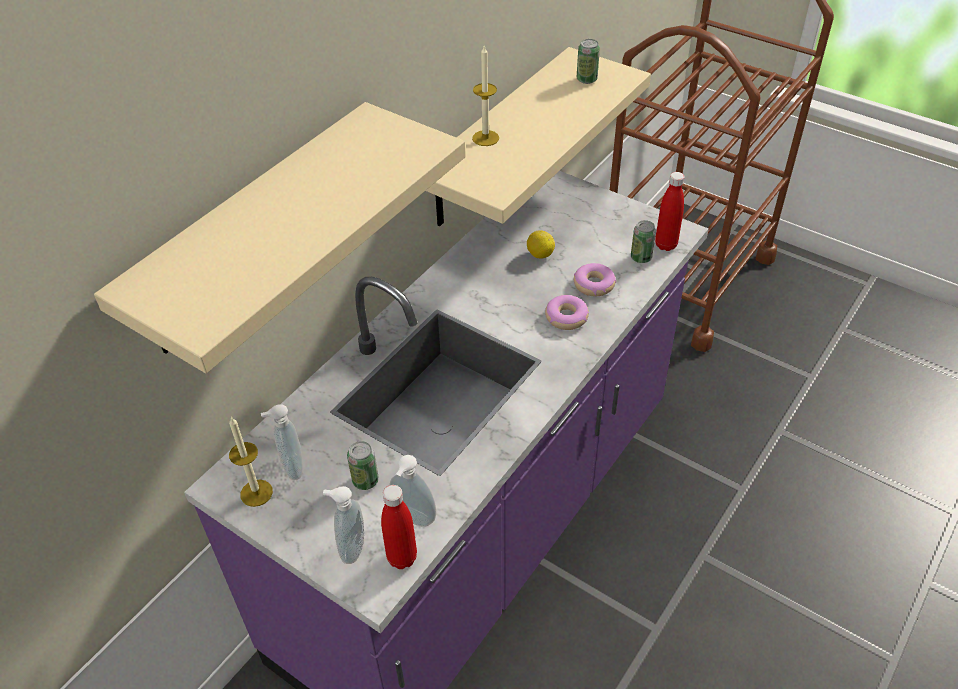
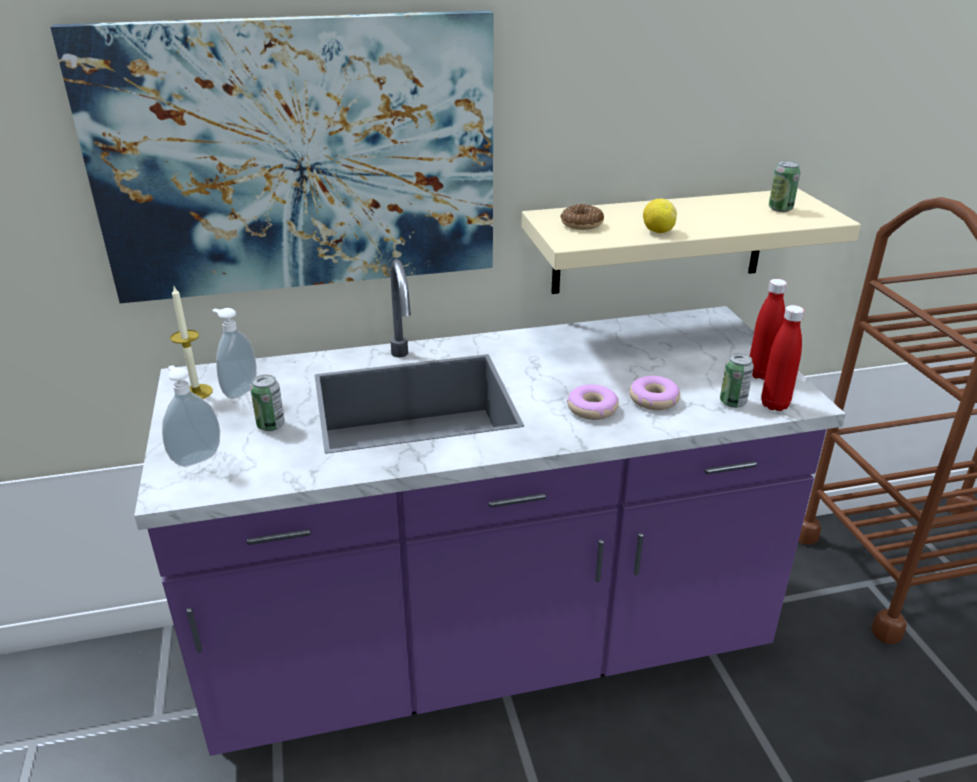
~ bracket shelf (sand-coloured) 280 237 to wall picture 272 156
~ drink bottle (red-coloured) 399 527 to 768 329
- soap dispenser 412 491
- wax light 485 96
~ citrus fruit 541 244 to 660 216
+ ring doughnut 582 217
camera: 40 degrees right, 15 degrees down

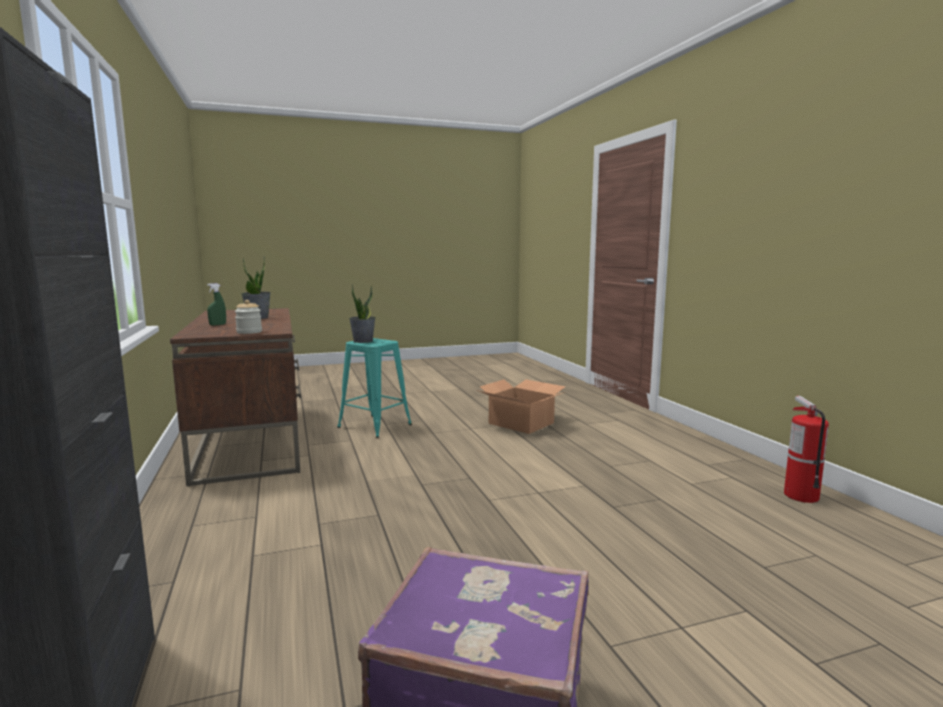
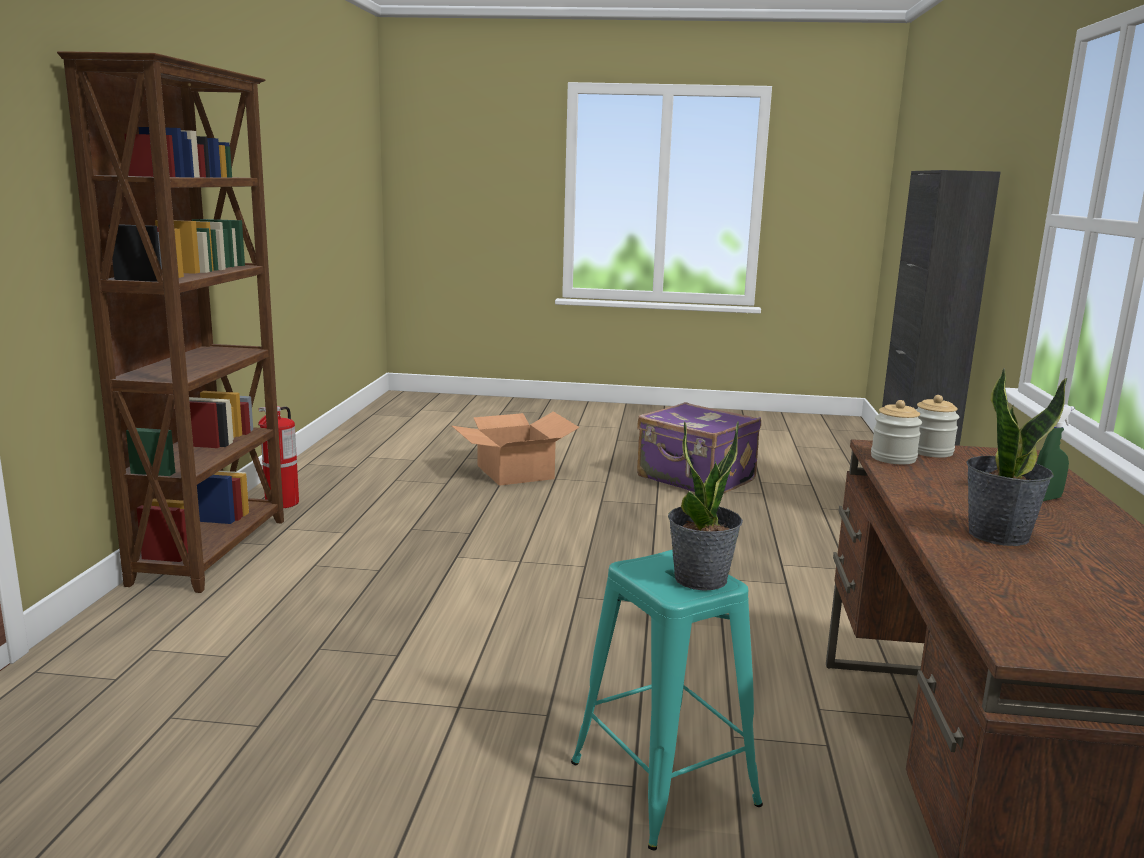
~ carton 521 406 to 516 448
+ bookshelf (brownish) 170 322
+ storage jar 896 432
camera: 155 degrees left, 5 degrees up

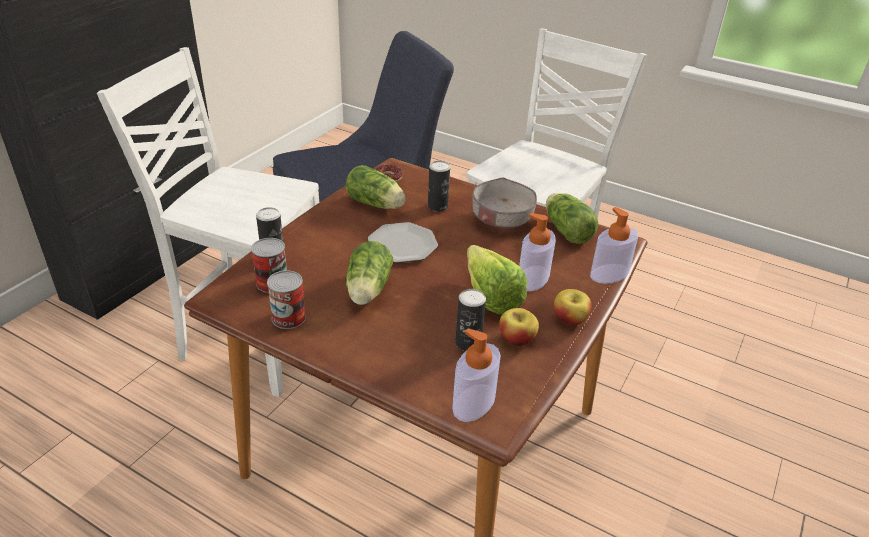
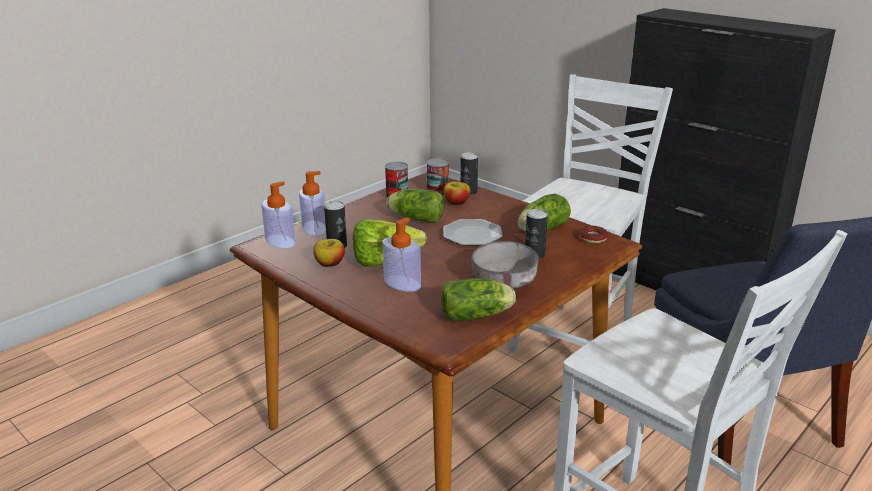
~ whole apple 572 307 to 457 193
~ soap dispenser 614 245 to 312 203
camera: 105 degrees right, 10 degrees down

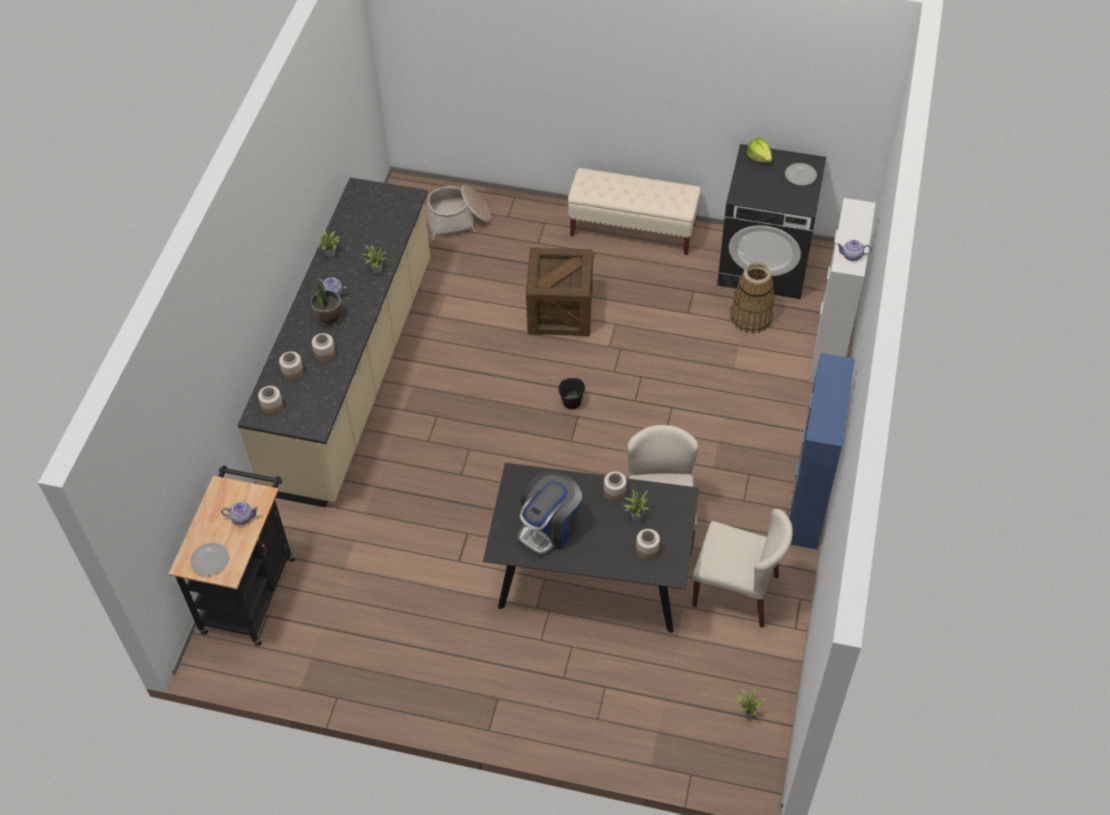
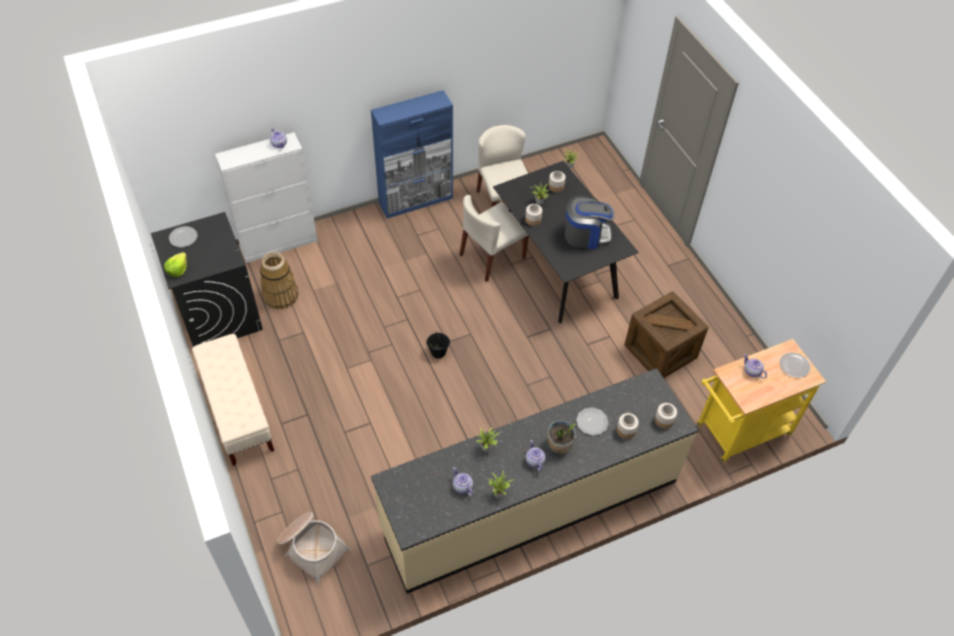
~ cart (black) 232 556 to cart (yellow-coloured) 761 401
~ storage jar 323 347 to dinner plate 592 421
~ crate 559 291 to 666 334
+ teapot 463 481
camera: 130 degrees left, 0 degrees up

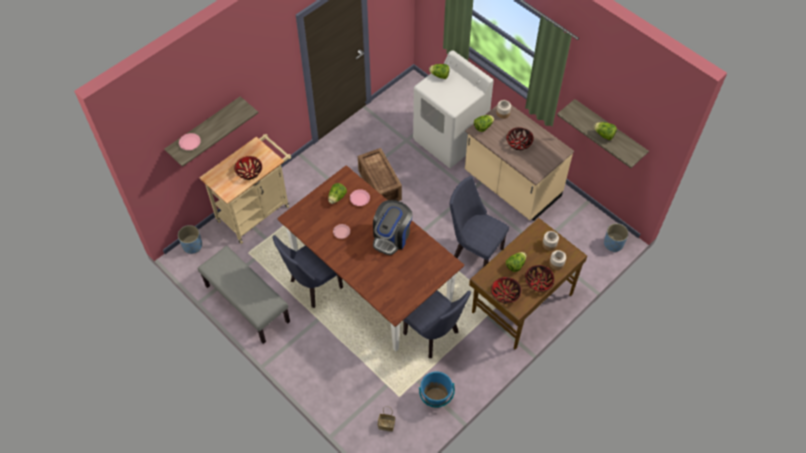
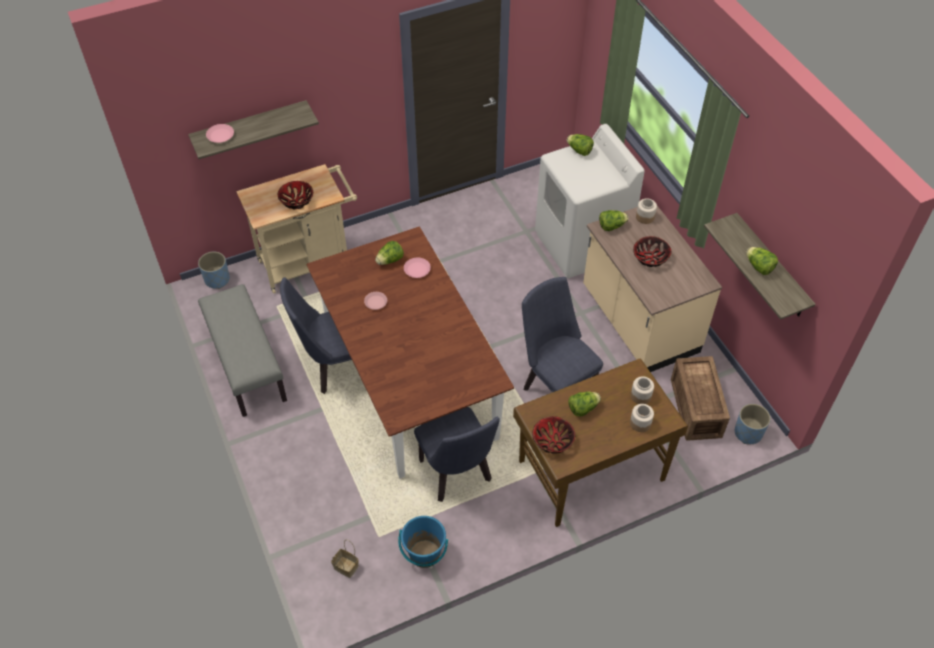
~ crate 380 174 to 700 398
- coffee machine 393 227
- serving bowl 539 278
camera: 20 degrees right, 5 degrees down

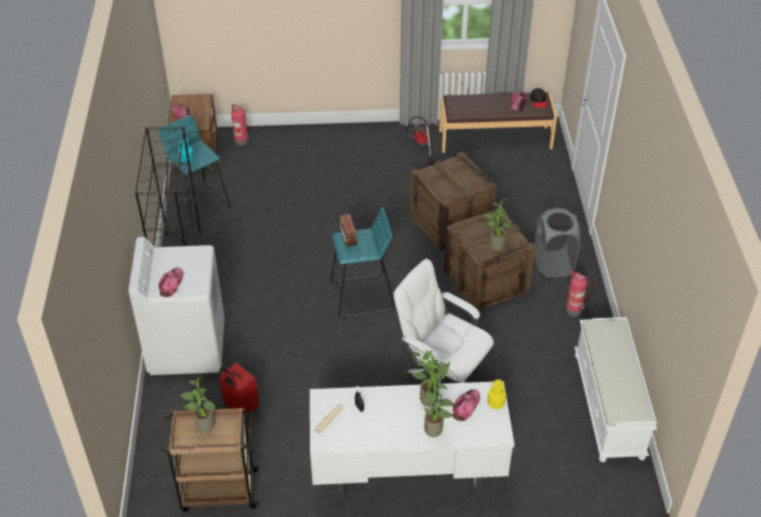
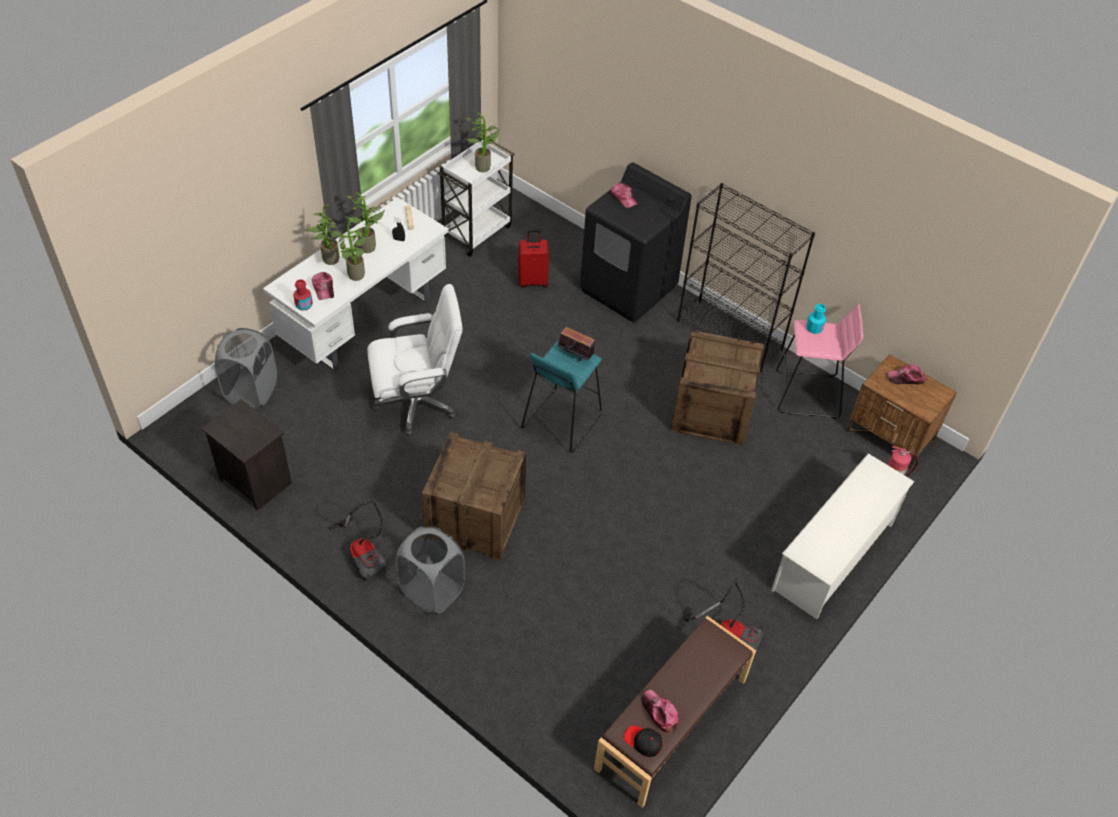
~ laundry appliance (whitish) 176 306 to laundry appliance (black) 636 242
~ stool seat (blue-green) 194 171 to stool seat (pinkish) 819 361
~ cart (brownish) 210 460 to cart (whitish) 476 198
~ crate 453 202 to 717 388
~ potted plant 497 224 to 365 222
~ drink bottle (yellow-coloured) 496 394 to drink bottle (red-coloured) 303 294
~ extinguisher 579 293 to vacuum cleaner 357 541
~ long seat (whitish) 615 389 to night table (black) 246 455
+ laundry basket (gray) 246 368
+ shoe stand (whitish) 842 536
camera: 130 degrees right, 5 degrees up

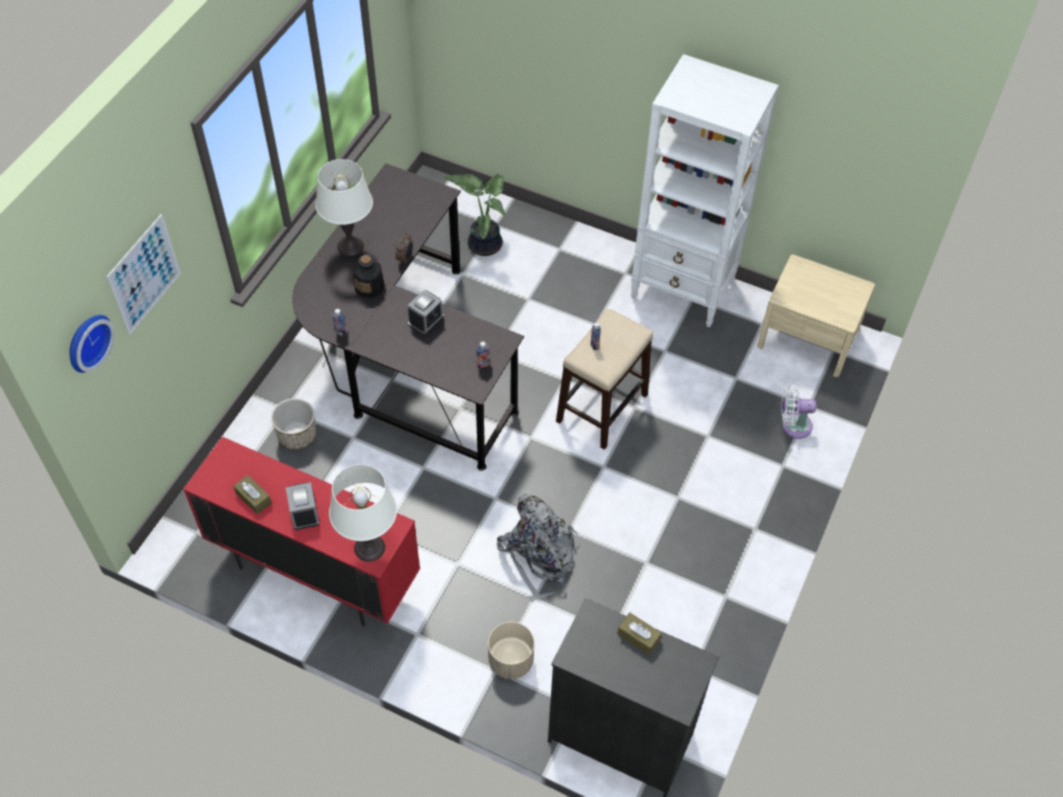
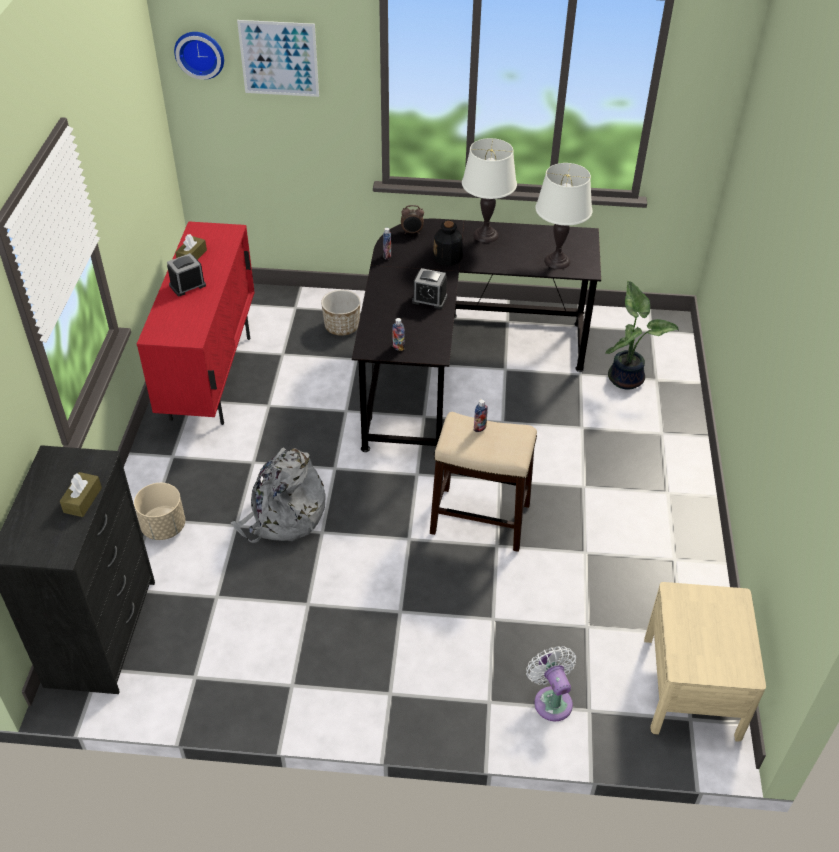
~ lamp for a table (whitish) 363 513 to 563 216
~ table clock 404 248 to 412 219
- bookshelf (whitish) 705 190
camera: 70 degrees right, 10 degrees down

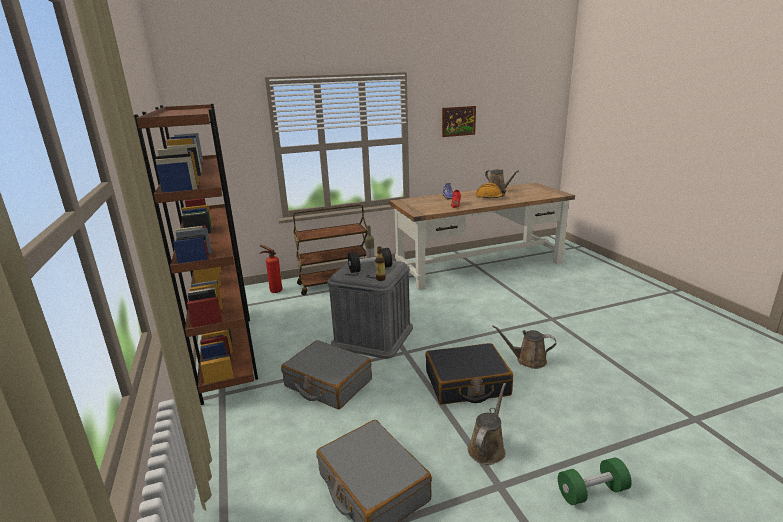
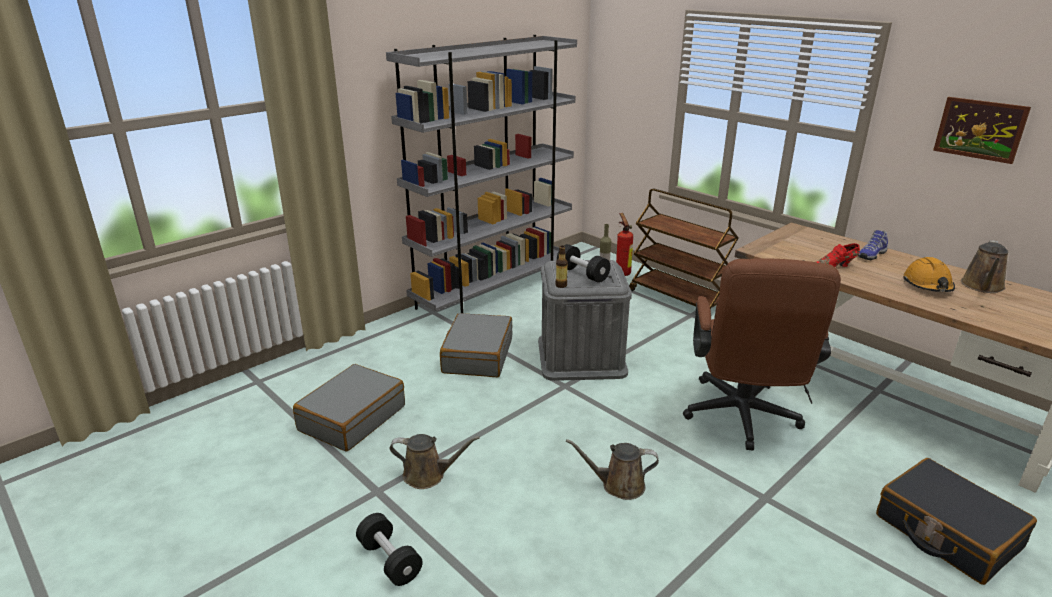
~ bookshelf (brownish) 196 254 to bookshelf (gray) 481 174
~ suitcase (black) 469 374 to 956 521
~ sprinkling can (brownish) 524 347 = 612 469 75 degrees counterclockwise
~ dumbbell (green) 595 481 to dumbbell (black) 389 549
+ computer chair (brownish) 762 354
camera: 65 degrees right, 5 degrees up

